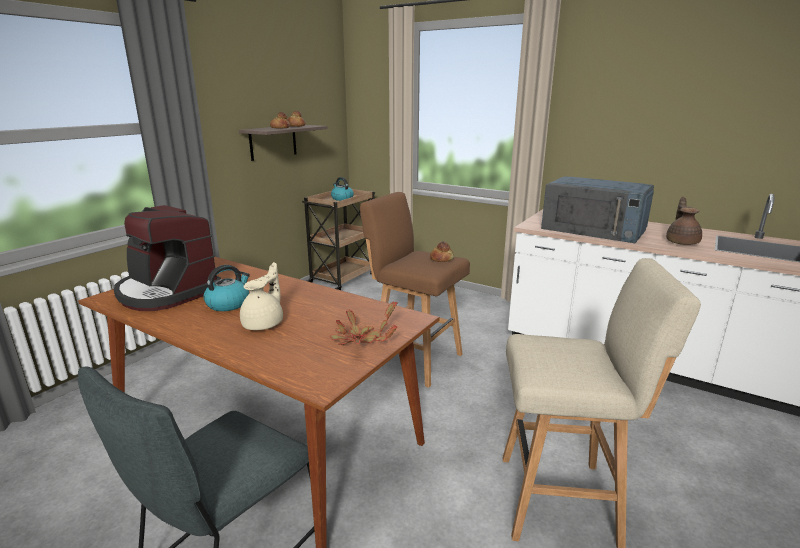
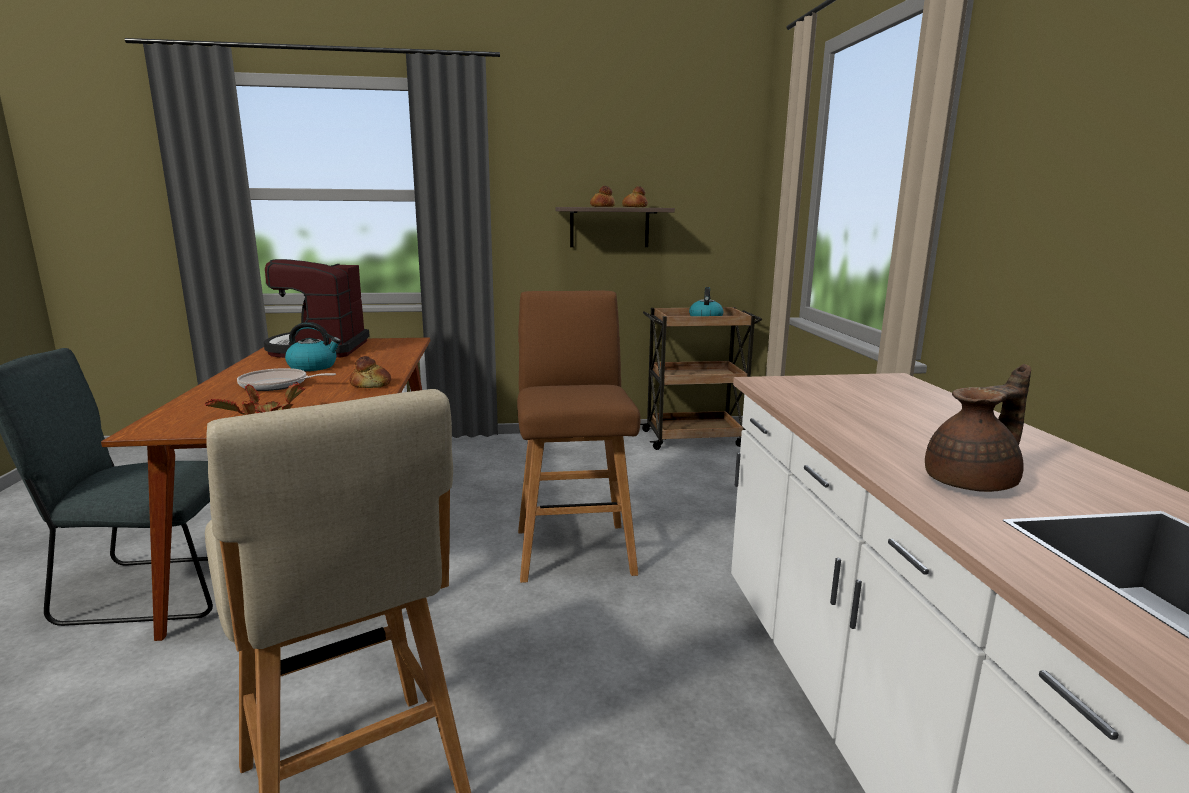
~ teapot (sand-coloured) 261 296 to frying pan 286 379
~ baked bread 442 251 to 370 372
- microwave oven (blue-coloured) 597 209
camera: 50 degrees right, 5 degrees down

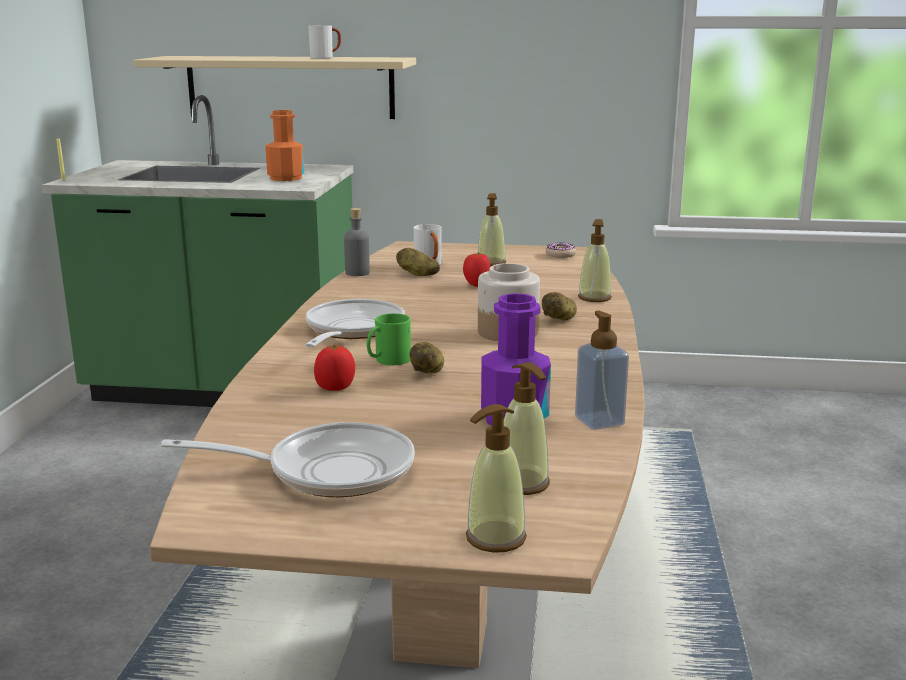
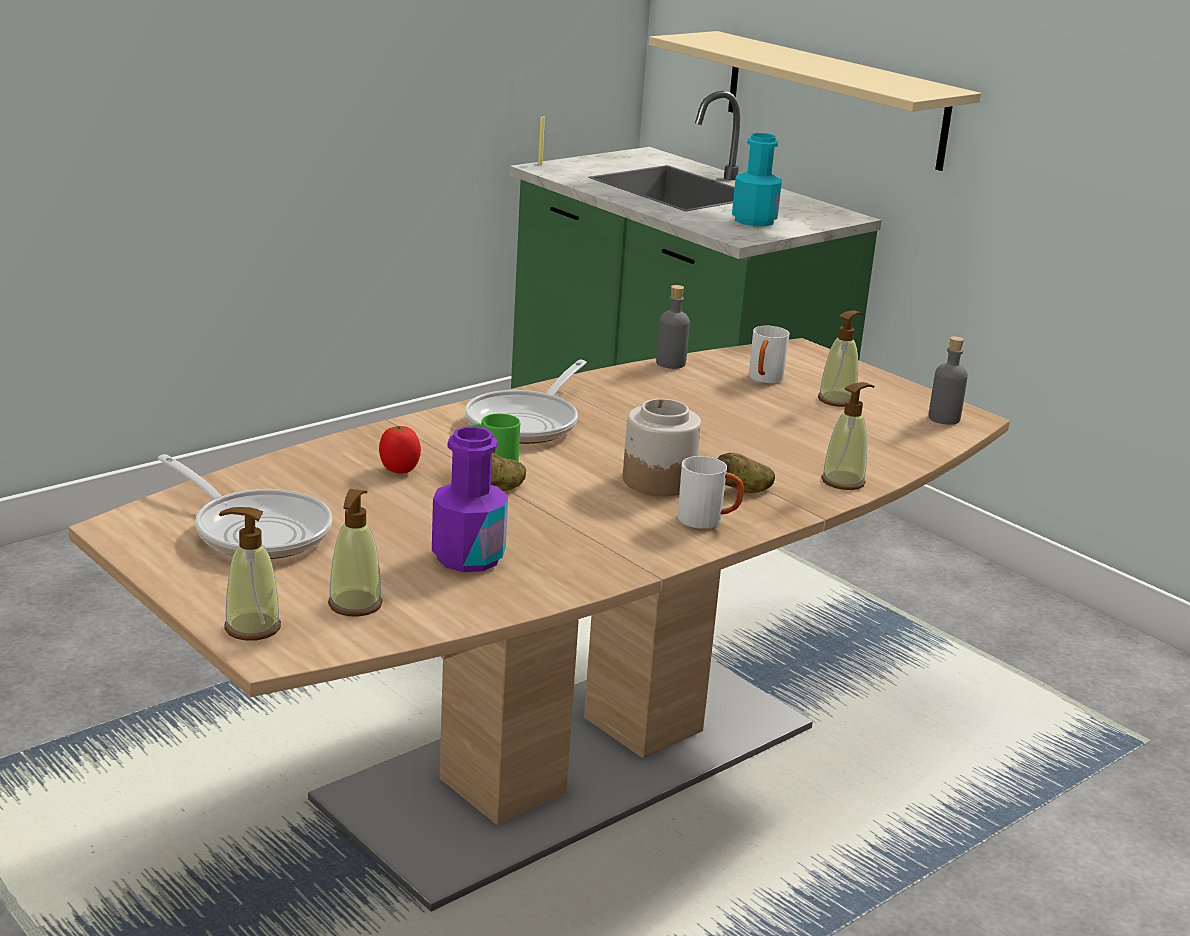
~ drink bottle (orange) 284 145 to drink bottle (blue-green) 757 179
~ frying pan 355 323 = 526 402 150 degrees clockwise
~ tea mug (whitish) 324 42 to 711 492
- spud 418 262
- whole tomato 476 269
~ ring doughnut 561 250 to drink bottle (gray) 948 380
- soap dispenser 602 370
camera: 40 degrees right, 5 degrees up

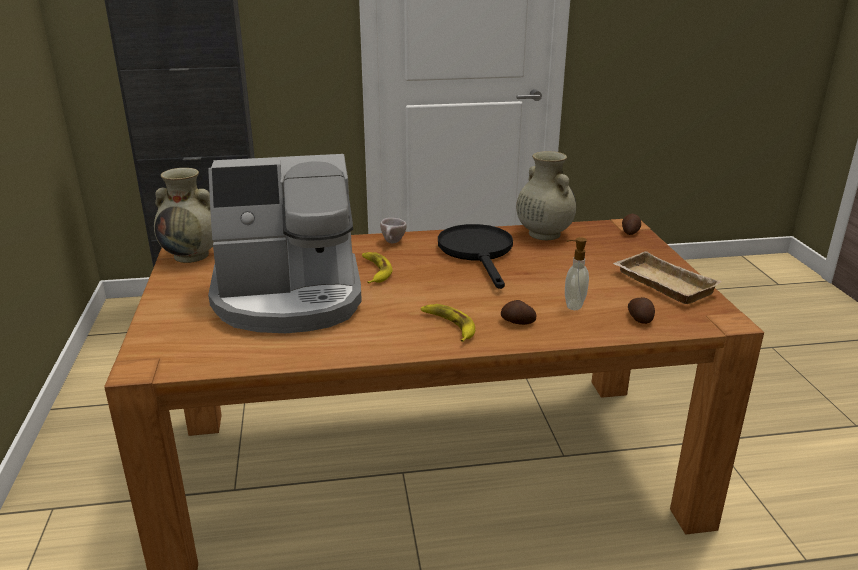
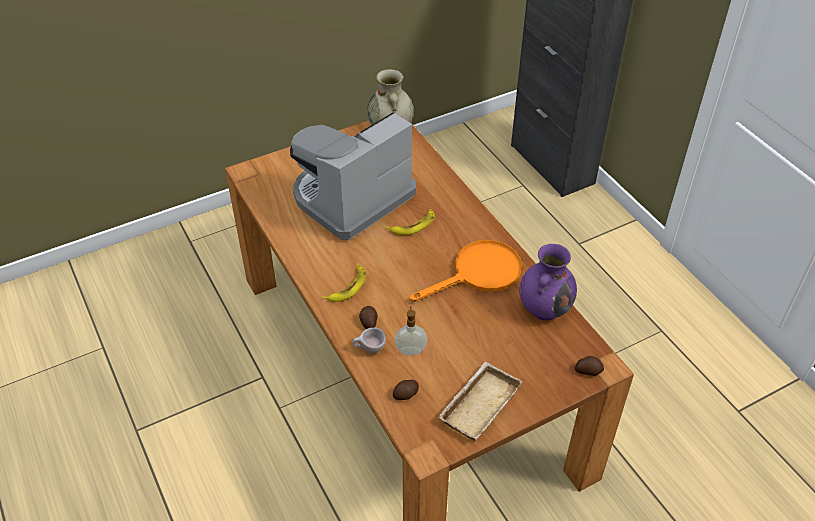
~ coffee machine 285 243 = 353 175 75 degrees clockwise
~ drinking cup (sand-coloured) 393 230 to 369 340
~ frying pan (black) 475 256 to frying pan (orange) 466 271
~ vase (sand-coloured) 546 195 to vase (purple) 548 282
camera: 70 degrees right, 20 degrees up

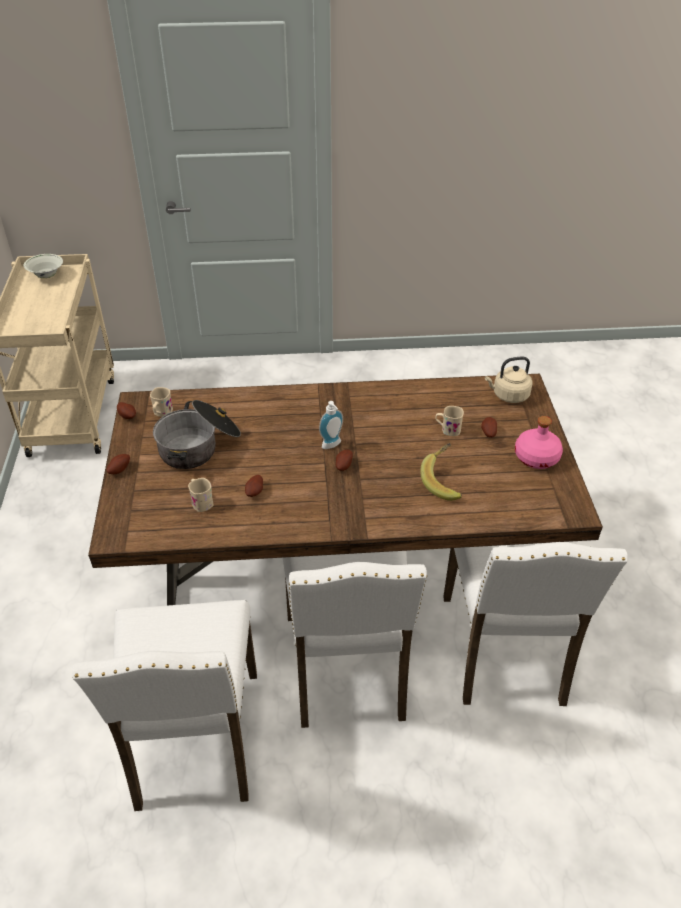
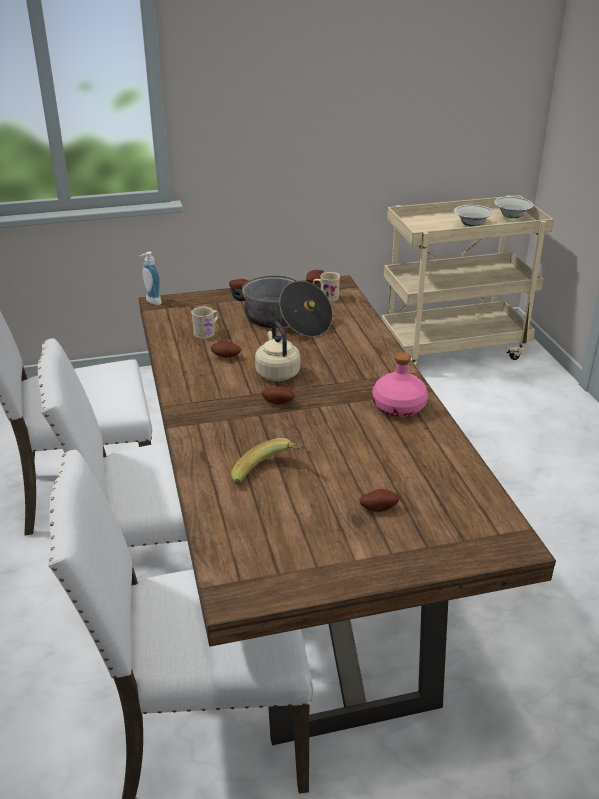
~ soap dispenser 331 425 to 150 278
- tea mug (sand-coloured) 450 421
~ tea kettle (sand-coloured) 509 380 to 277 351
~ drink bottle (pinkish) 539 442 to 400 384
+ serving bowl (whitish) 474 216
camera: 80 degrees right, 10 degrees down

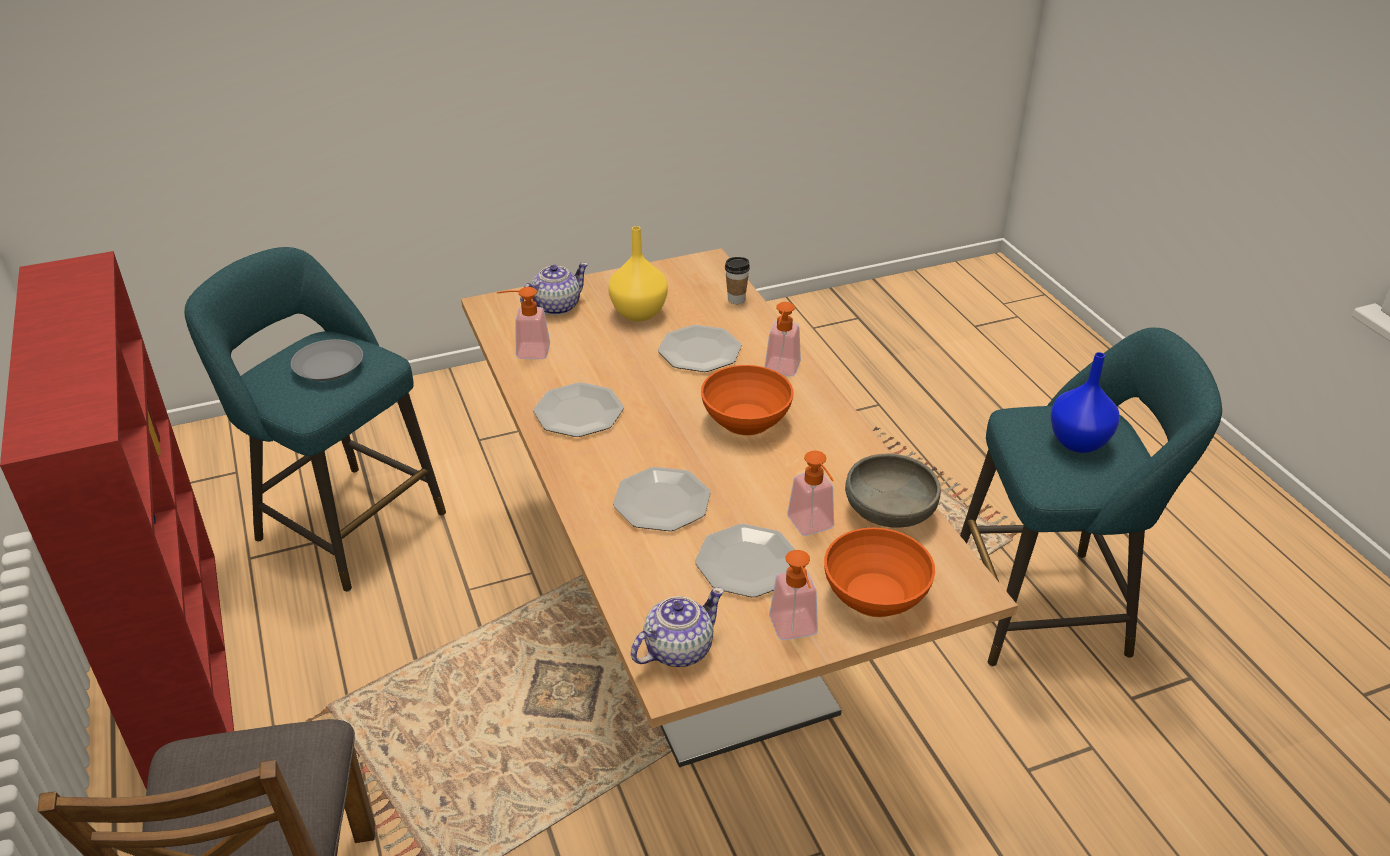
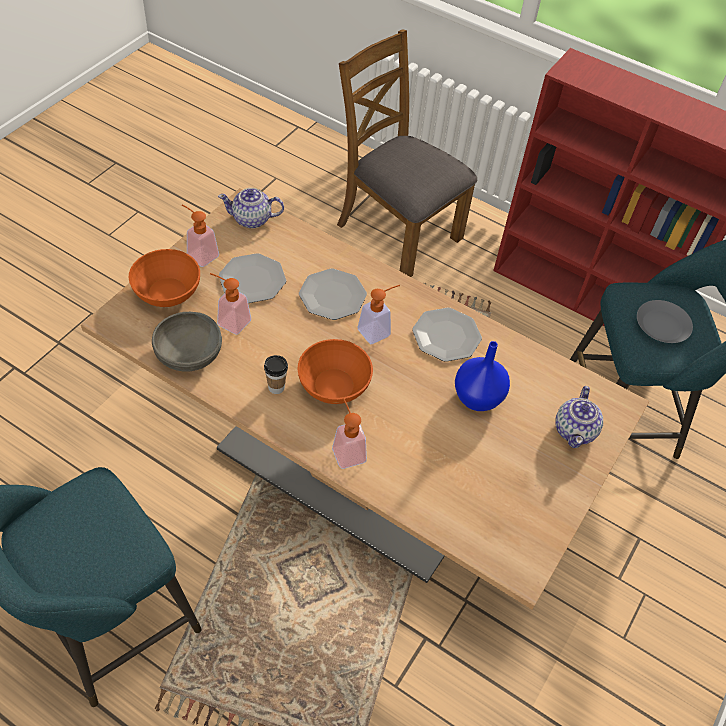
~ soap dispenser 523 323 to 378 314
- vase (yellow-coloured) 638 273
~ teapot 677 627 = 251 208 75 degrees clockwise
- dinner plate 700 348
~ drinking cup 737 280 to 276 374
~ vase (blue-coloured) 1084 402 to 482 376
camera: 140 degrees right, 15 degrees up

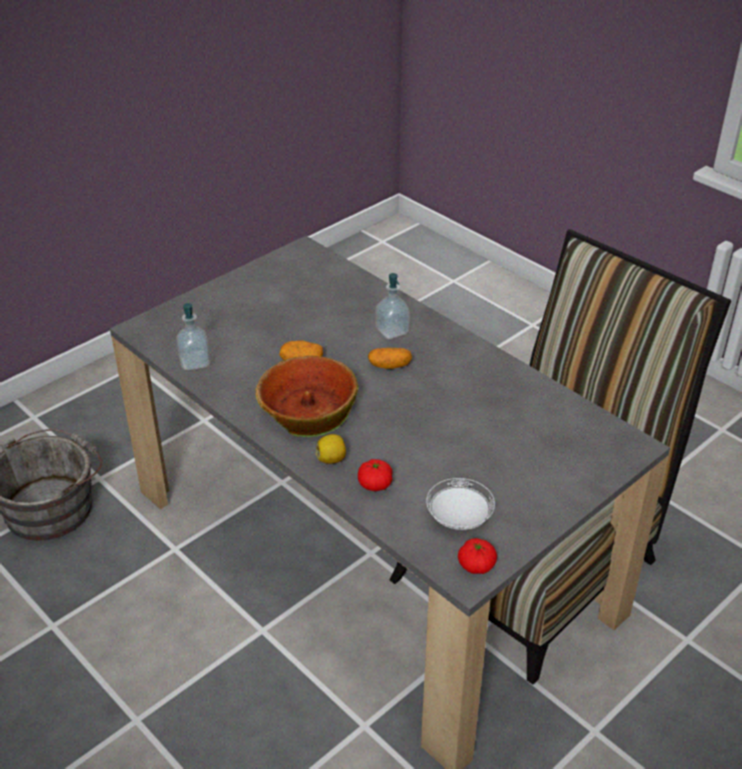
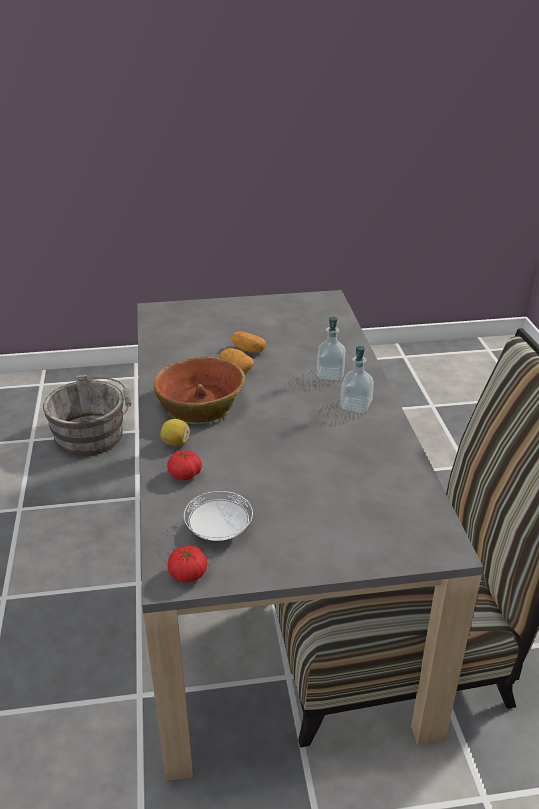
~ soap dispenser 193 336 to 357 379
~ spud 390 358 to 248 342
camera: 35 degrees right, 5 degrees down

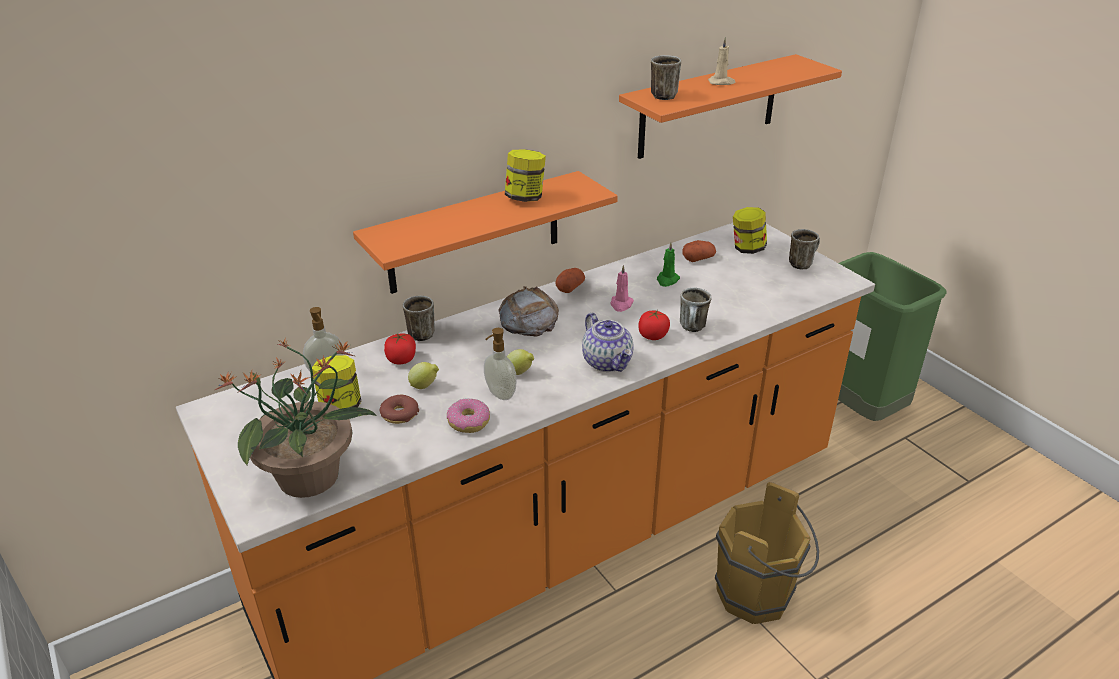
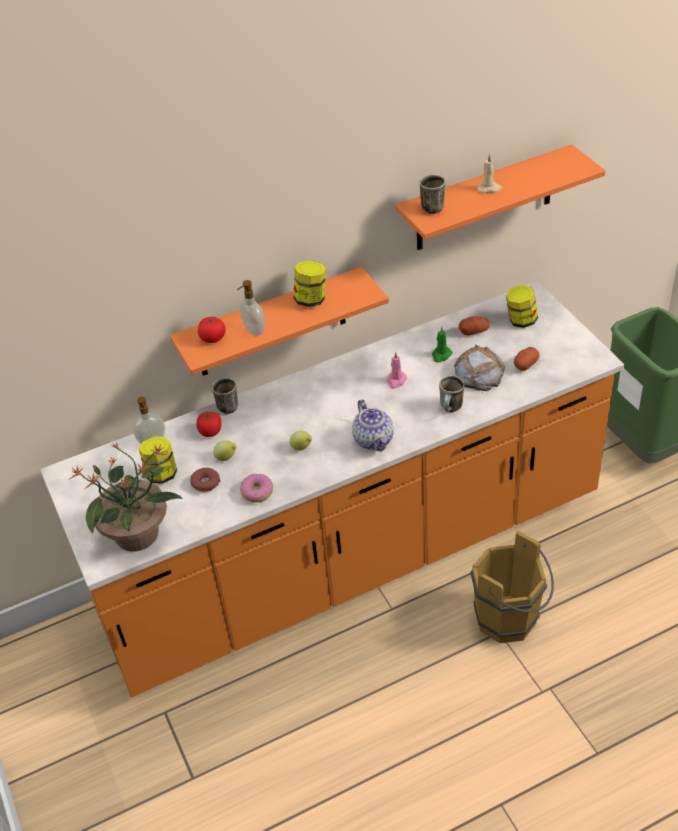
~ soap dispenser 500 364 to 251 308
~ baked bread 529 311 to 479 368
~ spud 570 280 to 527 359
~ whole tomato 654 325 to 212 330
- tea mug 804 249
camera: 10 degrees right, 10 degrees up

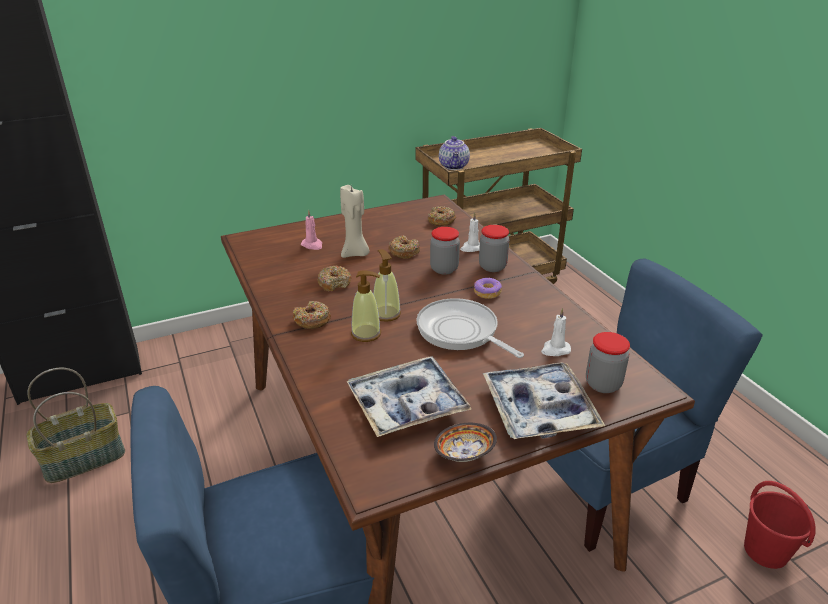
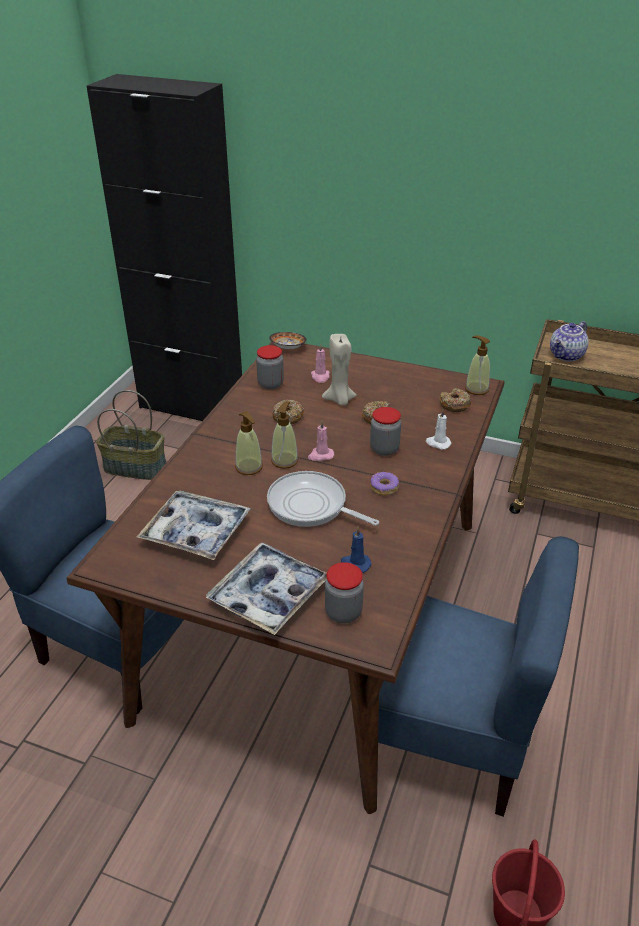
- ring doughnut 312 315
~ frying pan 470 328 = 323 499 60 degrees counterclockwise
~ serving bowl 465 442 to 288 340
~ storage jar 494 248 to 270 367
~ wax light (whitish) 556 332 to wax light (blue-coloured) 356 550
+ wax light (pinkish) 321 441
+ soap dispenser 477 365
camera: 45 degrees right, 5 degrees up

